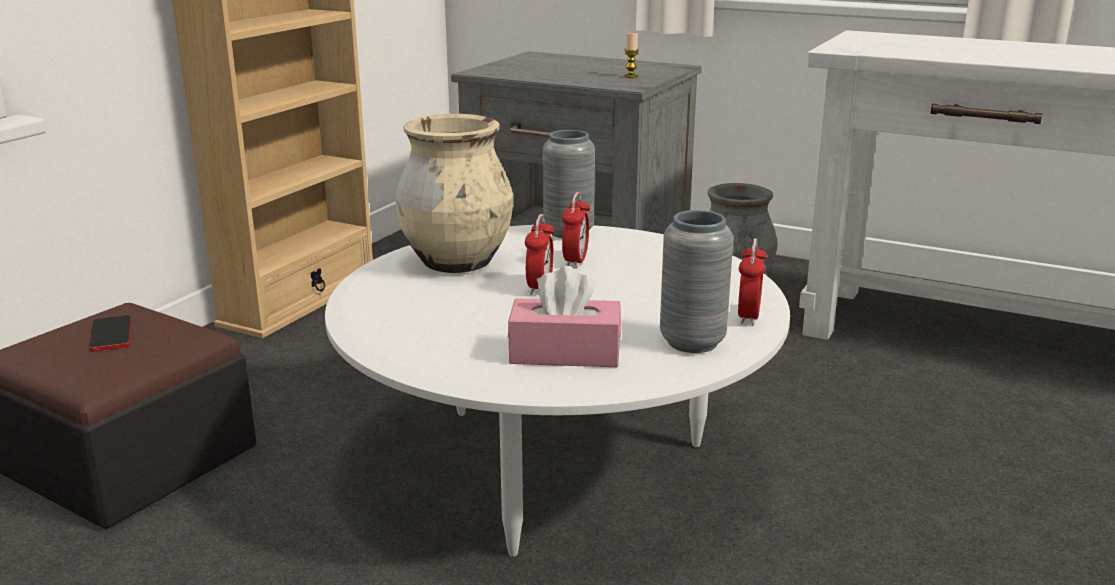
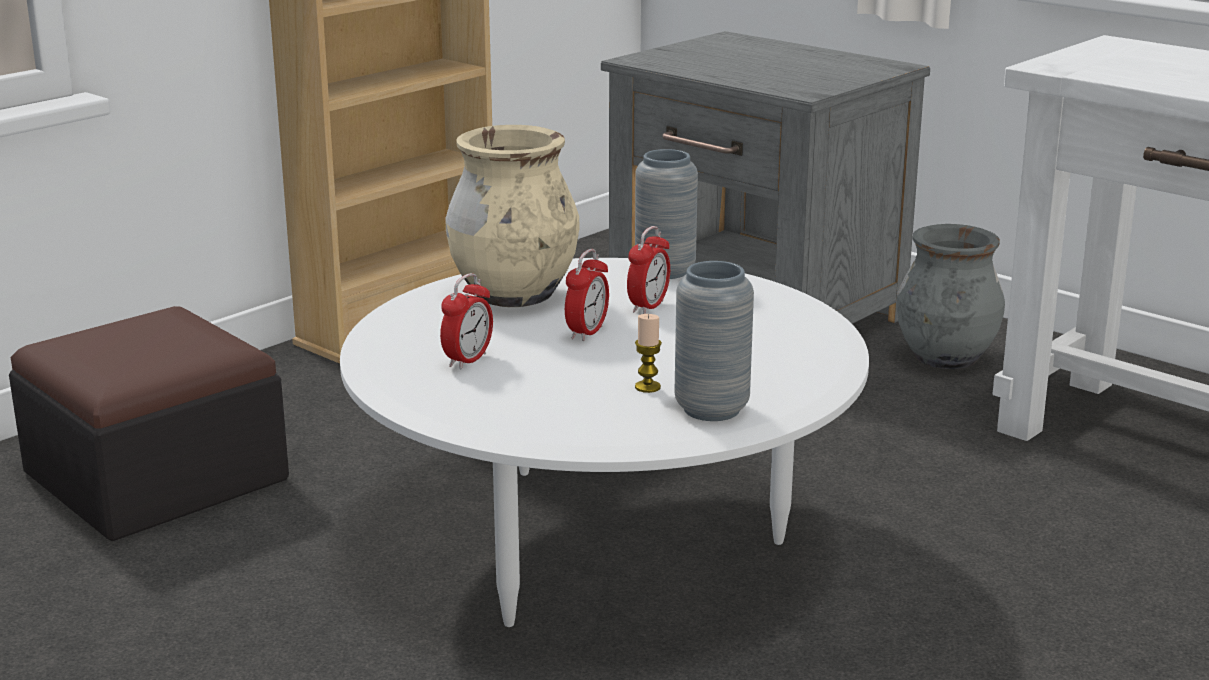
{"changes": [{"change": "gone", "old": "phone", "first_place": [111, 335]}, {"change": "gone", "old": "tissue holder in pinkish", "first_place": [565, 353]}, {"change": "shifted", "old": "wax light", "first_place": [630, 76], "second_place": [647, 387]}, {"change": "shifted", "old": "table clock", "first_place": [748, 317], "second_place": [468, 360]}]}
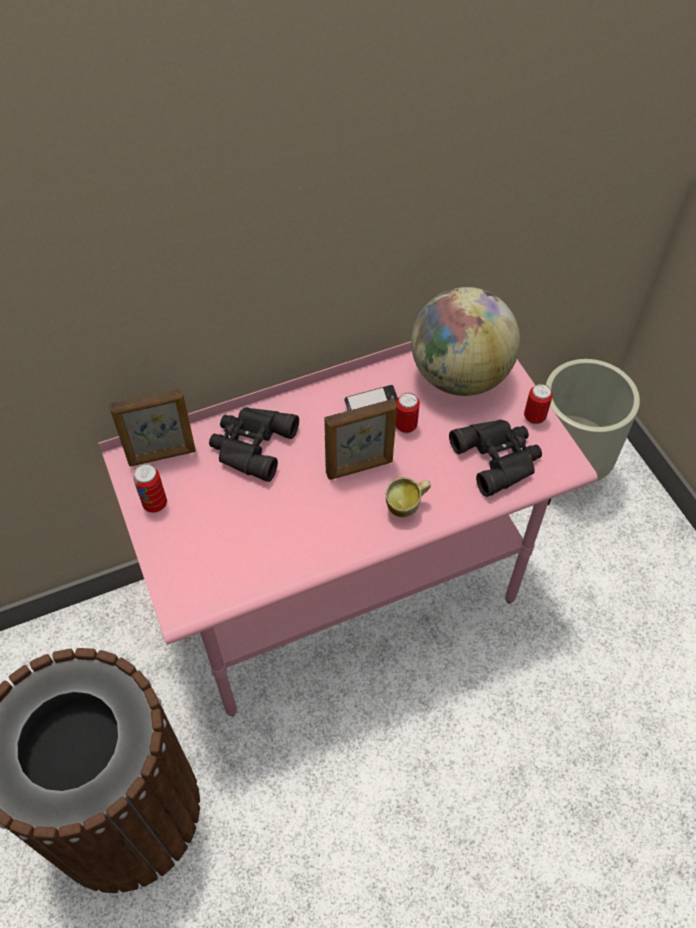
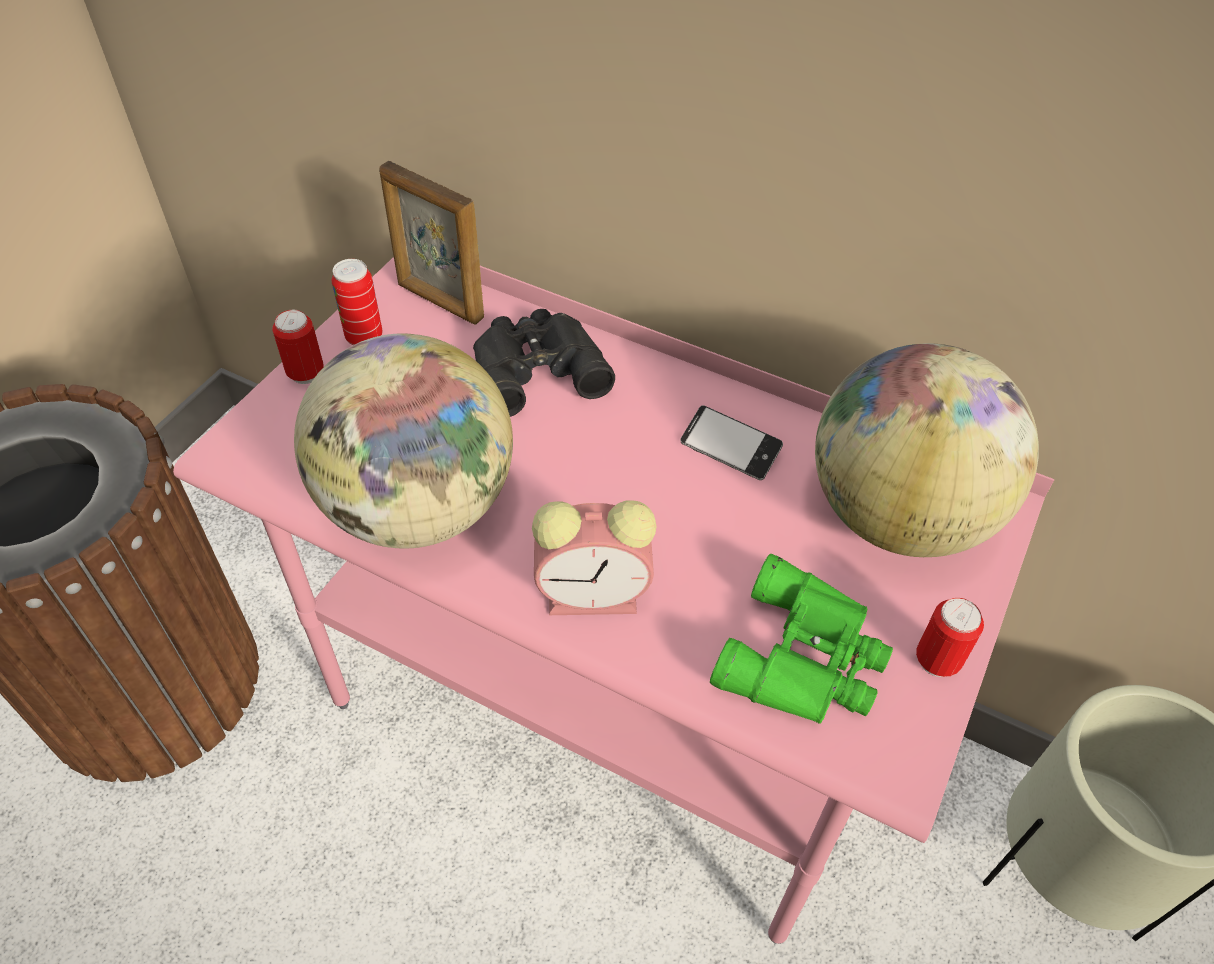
{"changes": [{"change": "gone", "old": "picture frame", "first_place": [360, 468]}, {"change": "new", "new": "world globe", "second_place": [417, 507]}, {"change": "shifted", "old": "sealed can", "first_place": [405, 426], "second_place": [306, 373]}, {"change": "swapped", "old": "coffee mug", "new": "table clock", "first_place": [406, 507], "second_place": [596, 594]}, {"change": "repainted", "old": "binoculars in black-coloured", "new": "binoculars in green", "first_place": [498, 458], "second_place": [806, 658]}]}
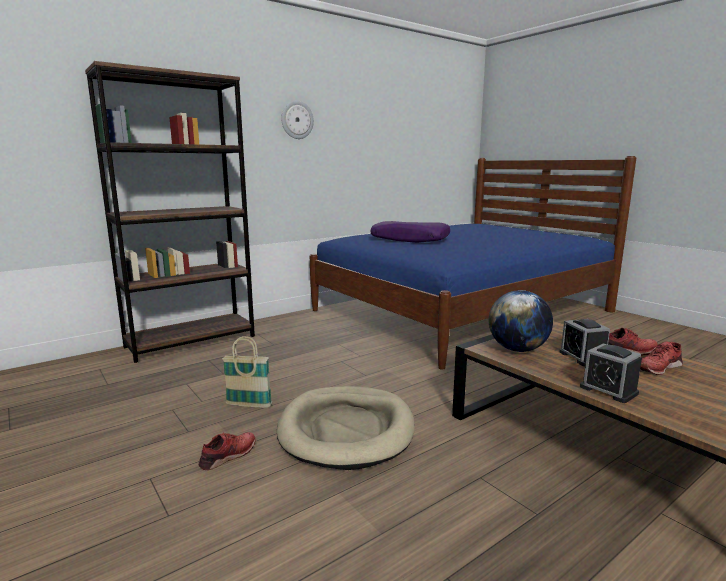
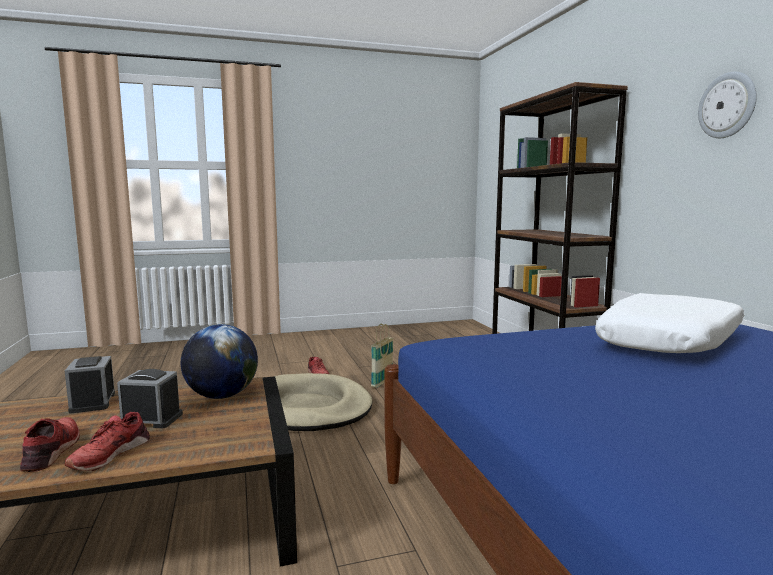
{"changes": [{"change": "repainted", "old": "cushion in purple-coloured", "new": "cushion in whitish", "first_place": [410, 239], "second_place": [671, 342]}, {"change": "rotated", "old": "table clock", "first_place": [608, 390], "second_place": [92, 402], "degrees": -90}]}
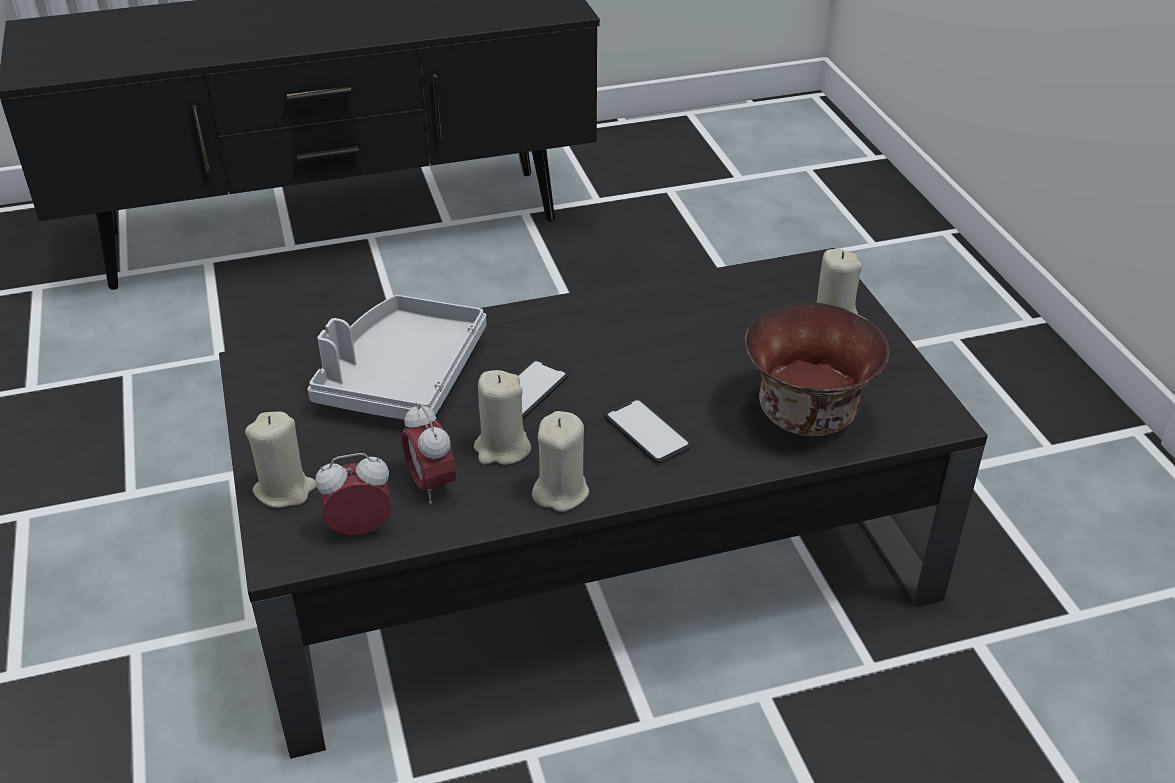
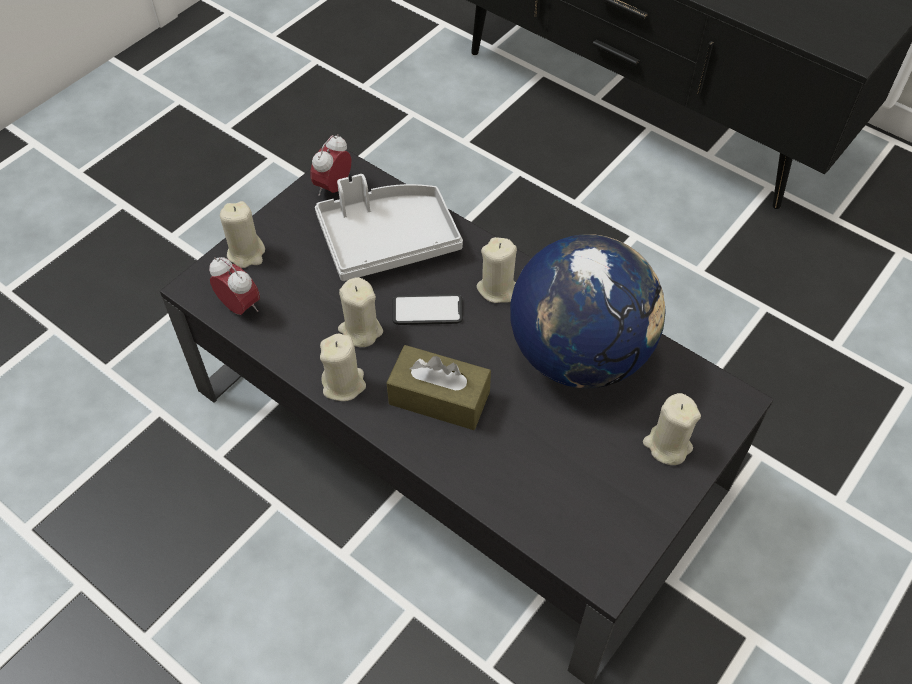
{"changes": [{"change": "gone", "old": "bowl", "first_place": [809, 415]}, {"change": "new", "new": "wax light in beige", "second_place": [498, 288]}, {"change": "new", "new": "world globe", "second_place": [579, 354]}, {"change": "shifted", "old": "table clock", "first_place": [431, 485], "second_place": [333, 187]}, {"change": "swapped", "old": "phone", "new": "tissue holder in brown", "first_place": [647, 432], "second_place": [439, 398]}]}
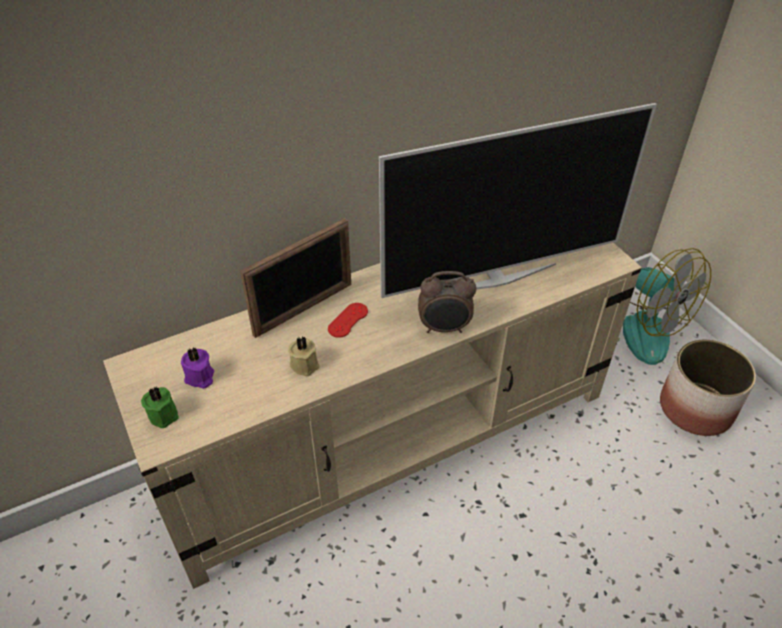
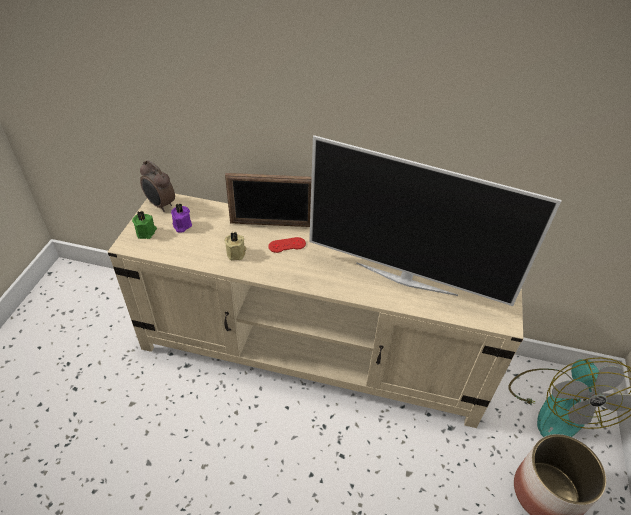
{"changes": [{"change": "shifted", "old": "table clock", "first_place": [444, 328], "second_place": [160, 205]}]}
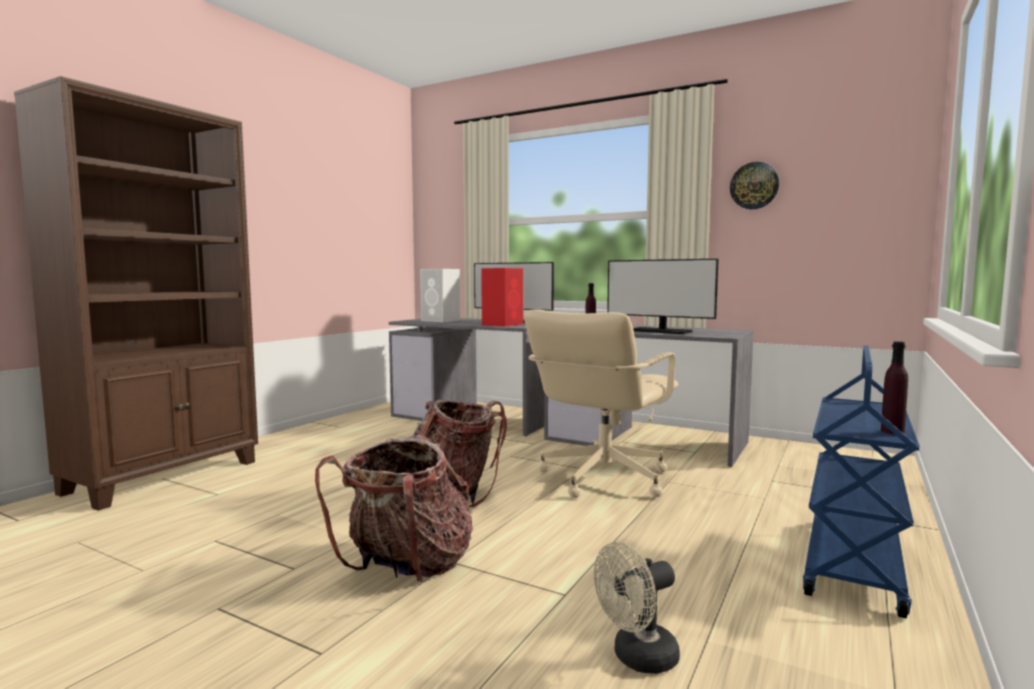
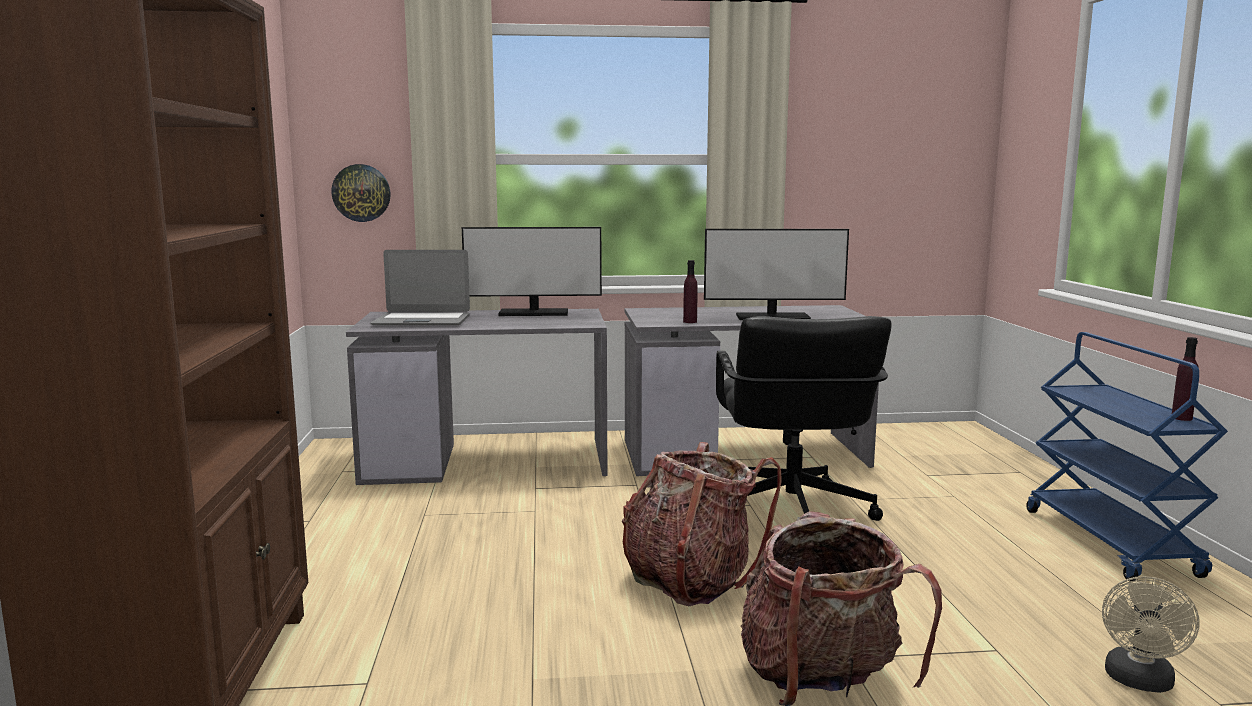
{"changes": [{"change": "gone", "old": "loudspeaker in red", "first_place": [503, 324]}, {"change": "shifted", "old": "wall clock", "first_place": [754, 186], "second_place": [361, 193]}, {"change": "swapped", "old": "loudspeaker in whitish", "new": "portable computer", "first_place": [441, 320], "second_place": [422, 321]}, {"change": "repainted", "old": "desk chair in beige", "new": "desk chair in black-coloured", "first_place": [602, 478], "second_place": [791, 512]}]}
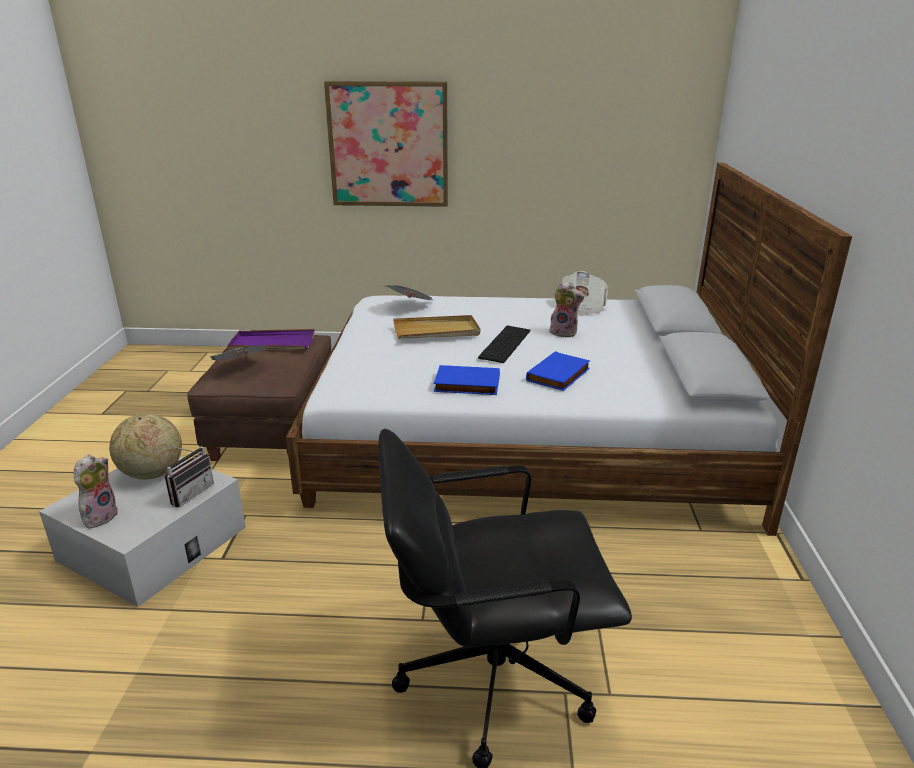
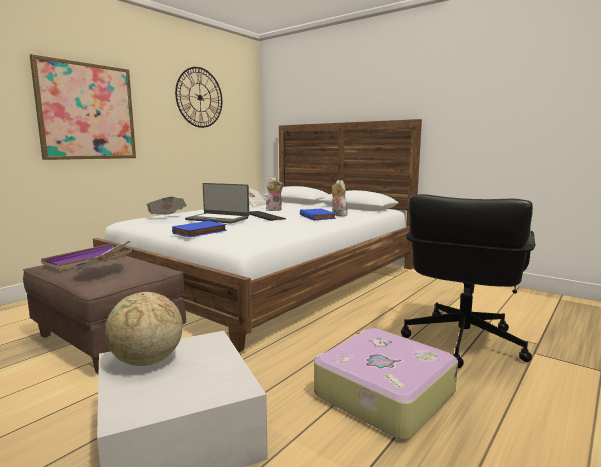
{"changes": [{"change": "gone", "old": "radio set", "first_place": [189, 493]}, {"change": "new", "new": "wall clock", "second_place": [199, 97]}, {"change": "new", "new": "travel case", "second_place": [382, 394]}, {"change": "shifted", "old": "soft toy", "first_place": [100, 516], "second_place": [338, 215]}, {"change": "shifted", "old": "bound book in blue-coloured", "first_place": [466, 385], "second_place": [200, 232]}, {"change": "swapped", "old": "serving tray in beige", "new": "portable computer", "first_place": [436, 331], "second_place": [218, 219]}]}
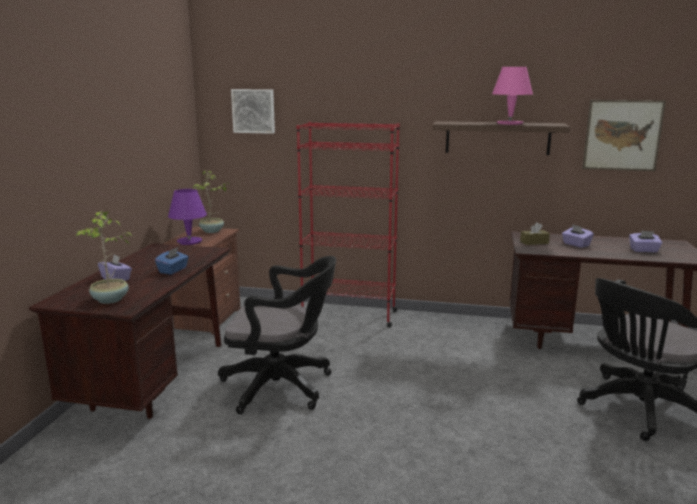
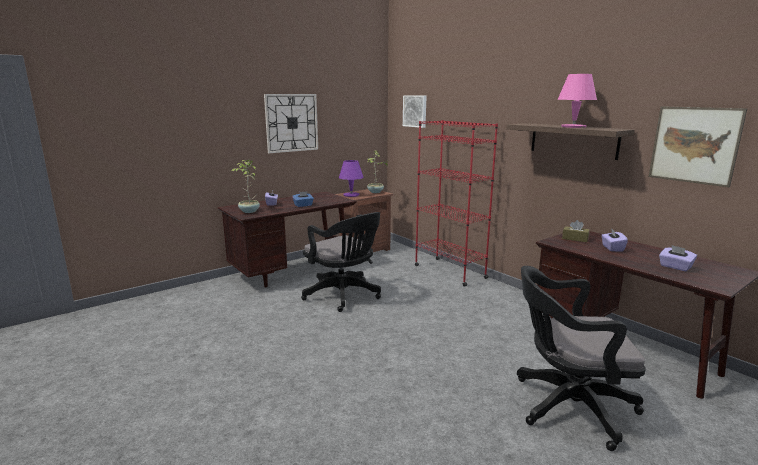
{"changes": [{"change": "new", "new": "wall clock", "second_place": [291, 123]}]}
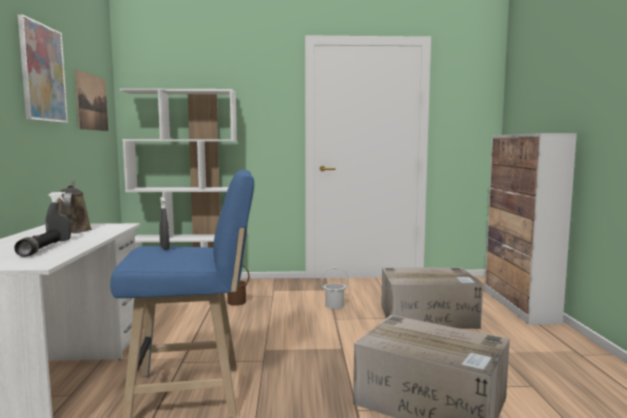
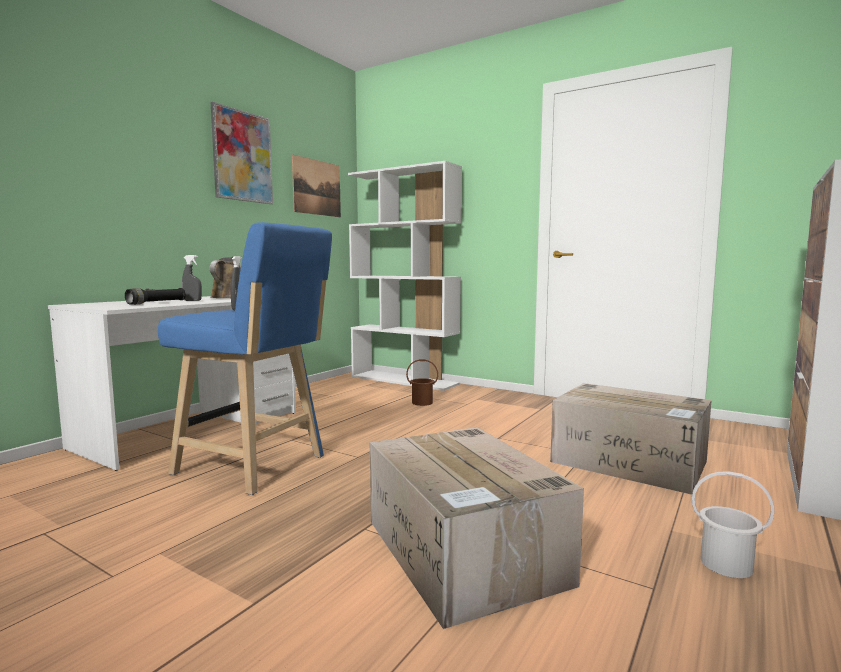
{"changes": [{"change": "shifted", "old": "bucket in whitish", "first_place": [334, 305], "second_place": [726, 564]}]}
